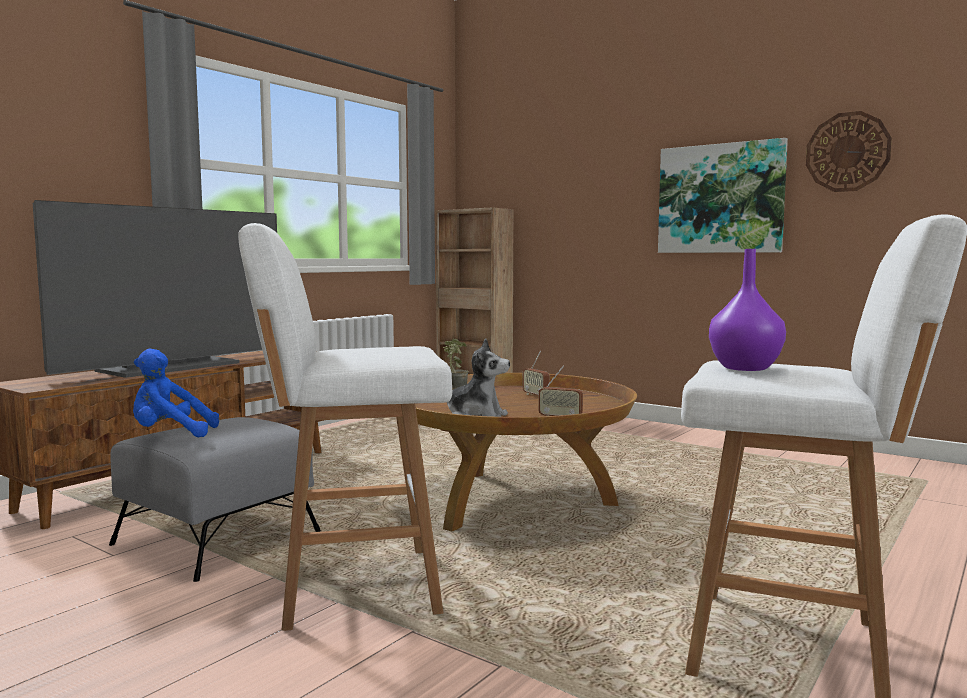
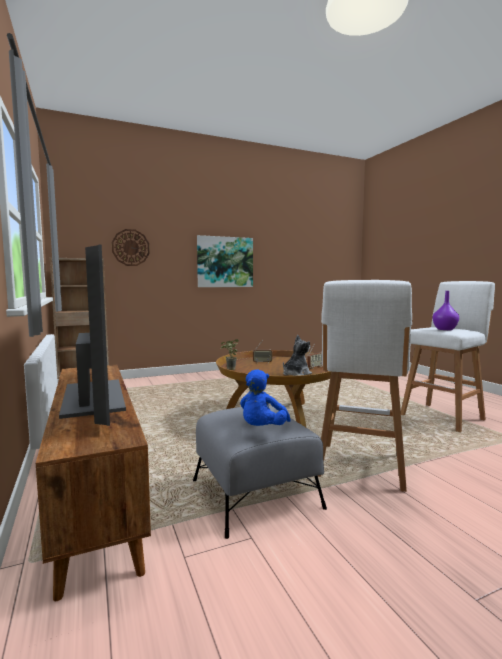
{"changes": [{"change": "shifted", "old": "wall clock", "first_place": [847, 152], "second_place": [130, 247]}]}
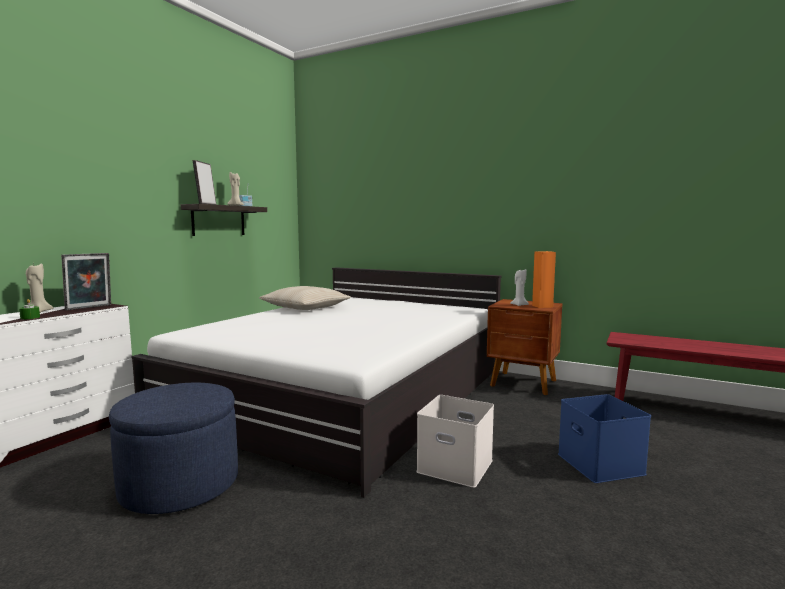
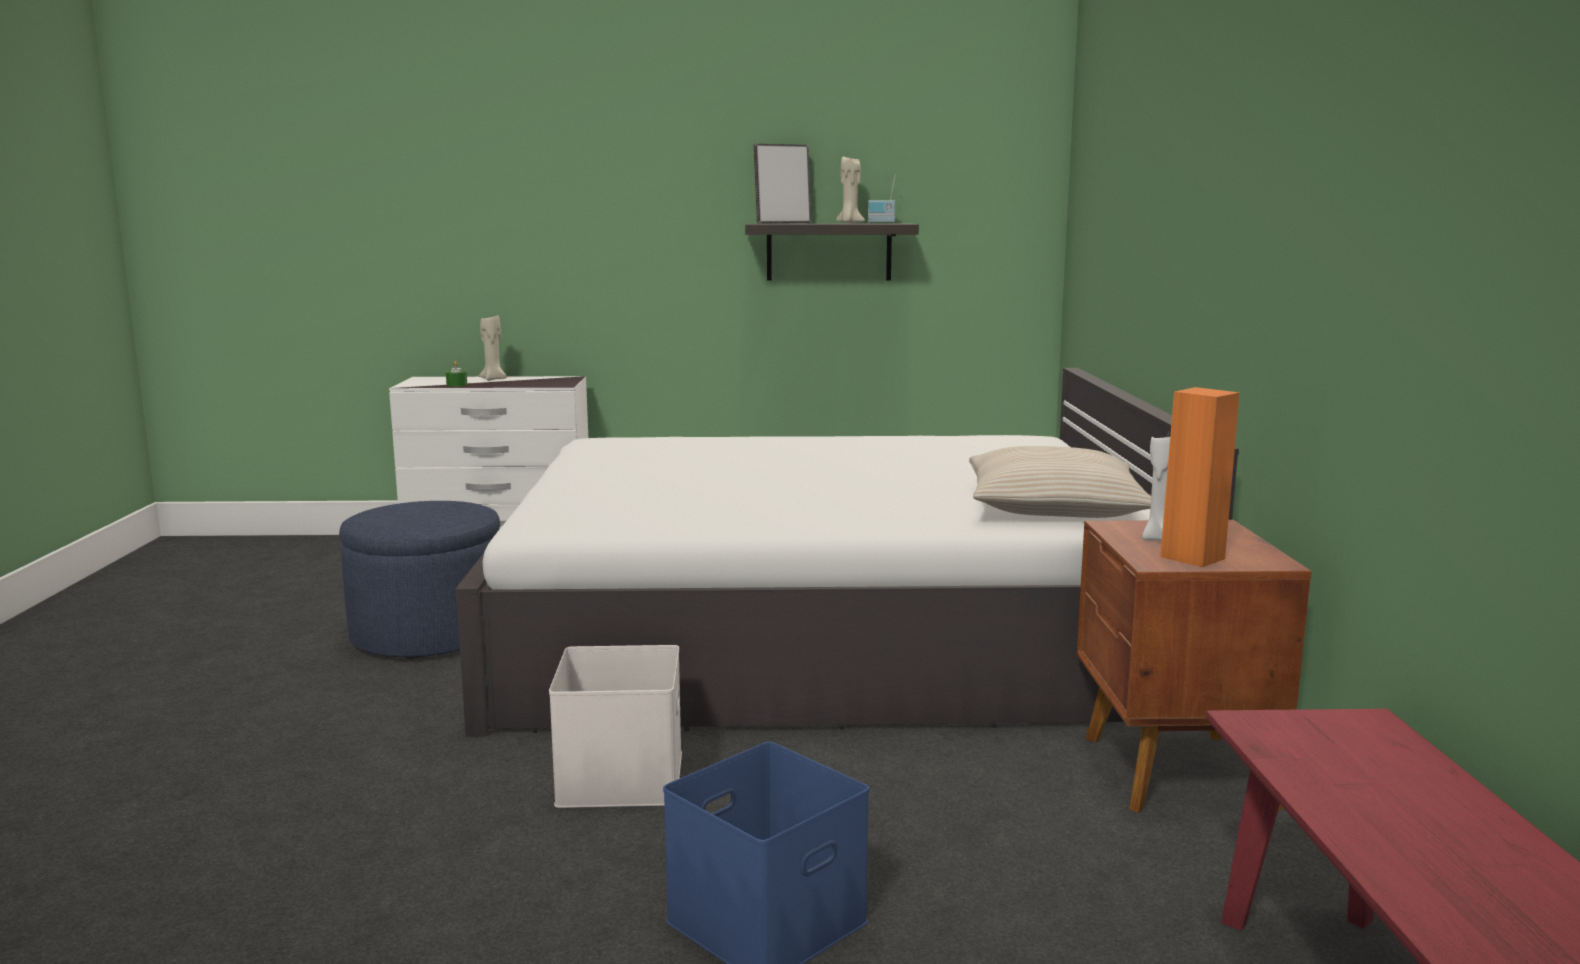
{"changes": [{"change": "gone", "old": "picture frame", "first_place": [89, 307]}, {"change": "shifted", "old": "cushion in beige", "first_place": [305, 307], "second_place": [1054, 507]}]}
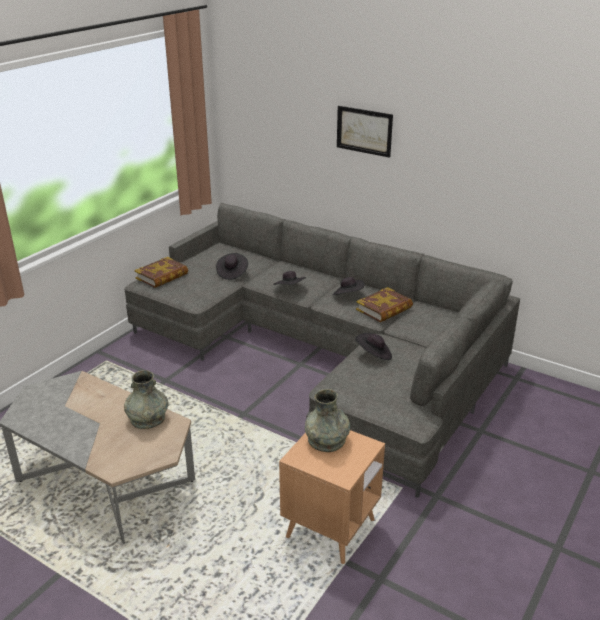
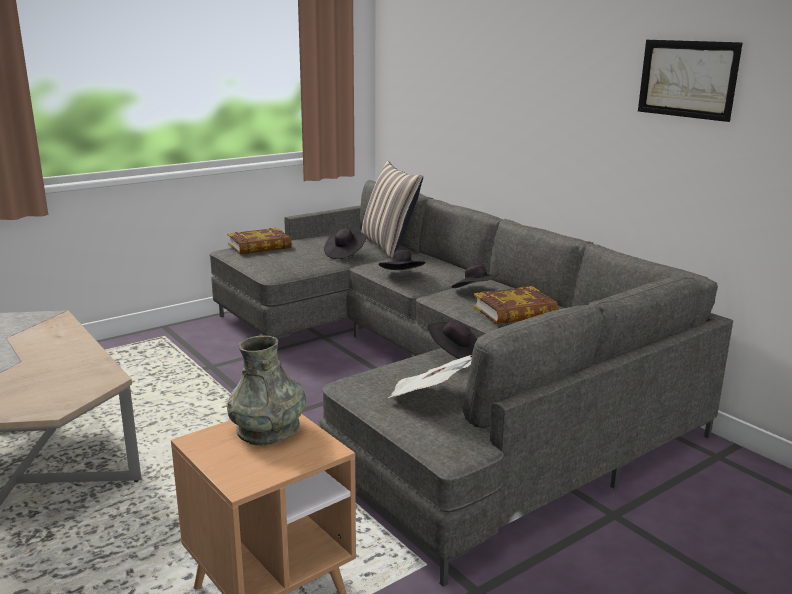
{"changes": [{"change": "gone", "old": "vase in grey", "first_place": [147, 418]}, {"change": "new", "new": "cushion", "second_place": [389, 246]}, {"change": "new", "new": "daily paper", "second_place": [428, 397]}, {"change": "shifted", "old": "wall art", "first_place": [364, 131], "second_place": [687, 79]}]}
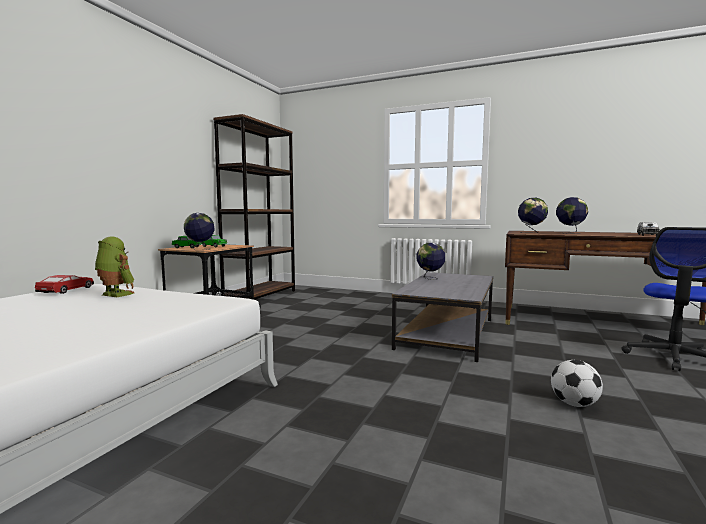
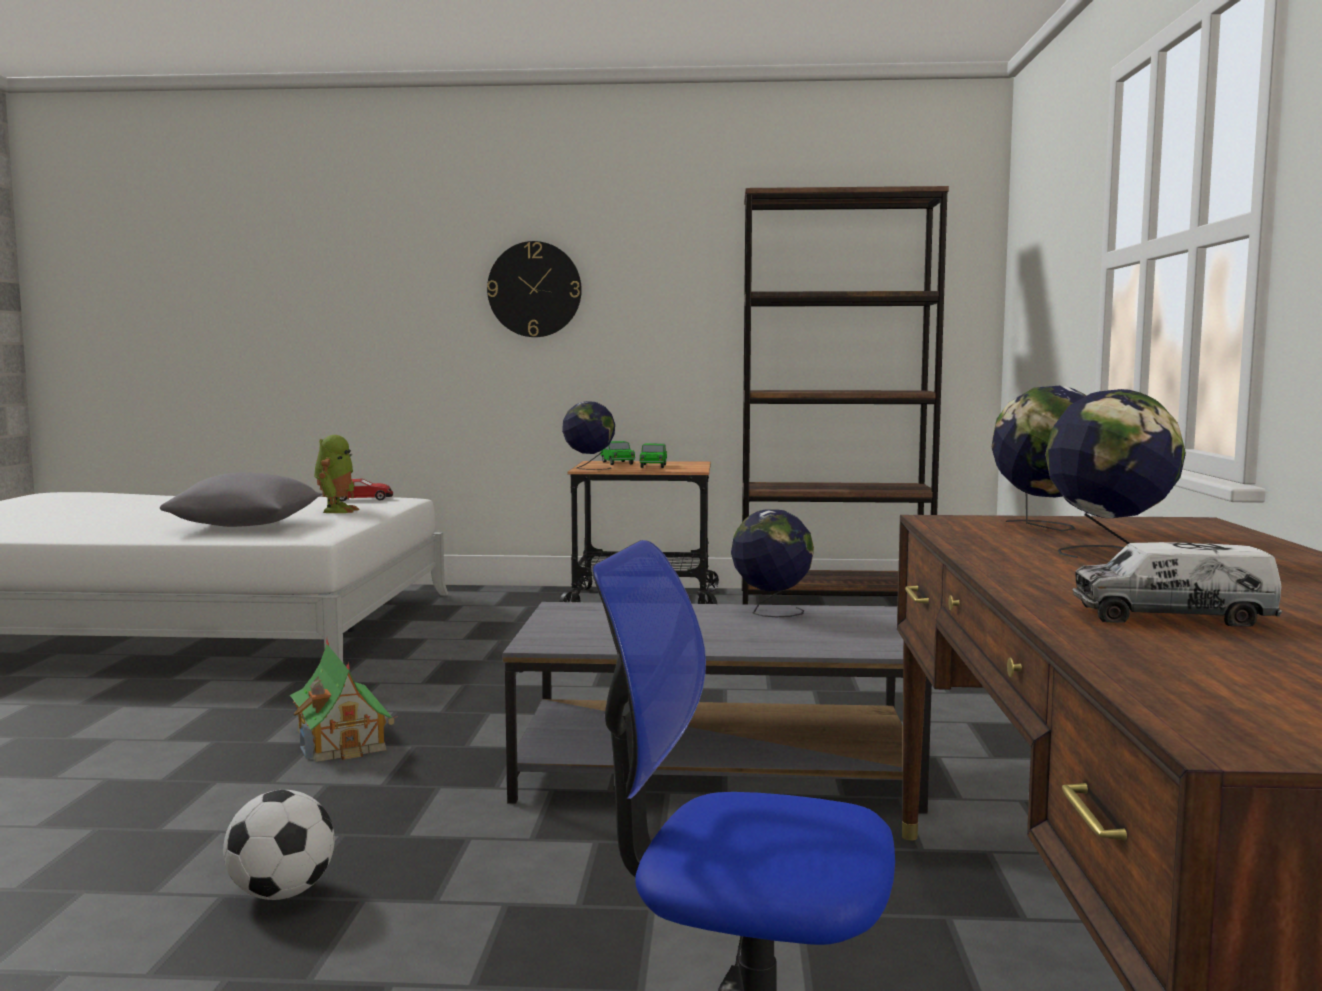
{"changes": [{"change": "new", "new": "cushion in grey", "second_place": [247, 526]}, {"change": "new", "new": "miniature house", "second_place": [340, 739]}, {"change": "new", "new": "wall clock", "second_place": [534, 289]}]}
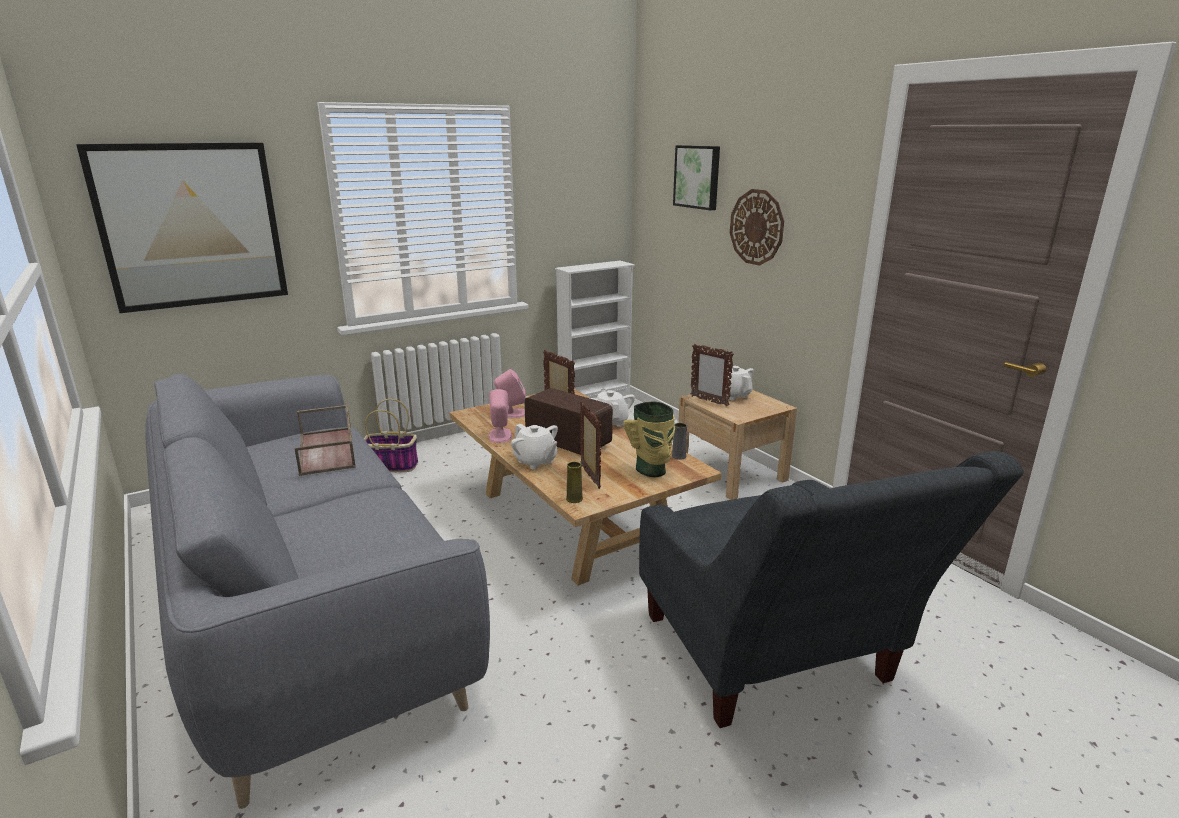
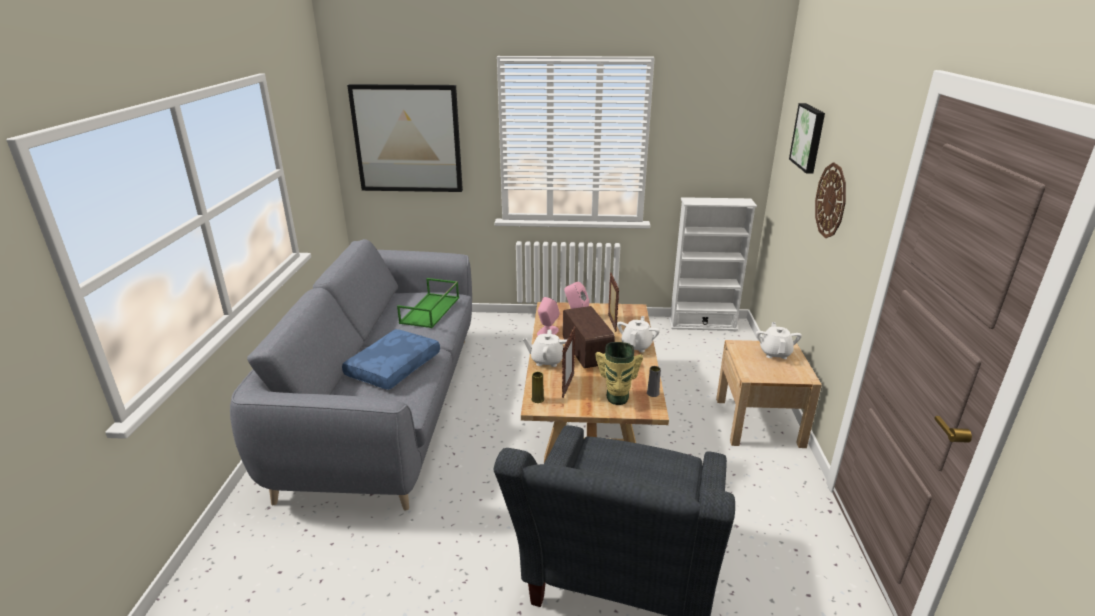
{"changes": [{"change": "gone", "old": "storage basket", "first_place": [391, 466]}, {"change": "gone", "old": "picture frame", "first_place": [709, 401]}, {"change": "new", "new": "cushion in blue-coloured", "second_place": [393, 366]}, {"change": "repainted", "old": "serving tray in brown", "new": "serving tray in green", "first_place": [328, 451], "second_place": [430, 310]}, {"change": "rotated", "old": "teapot in whitish", "first_place": [535, 461], "second_place": [547, 360], "degrees": 105}]}
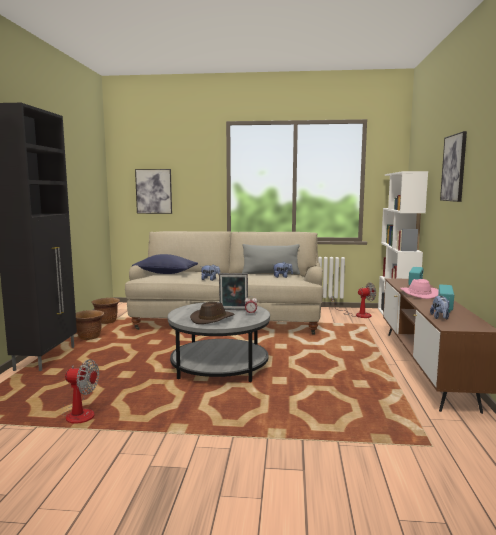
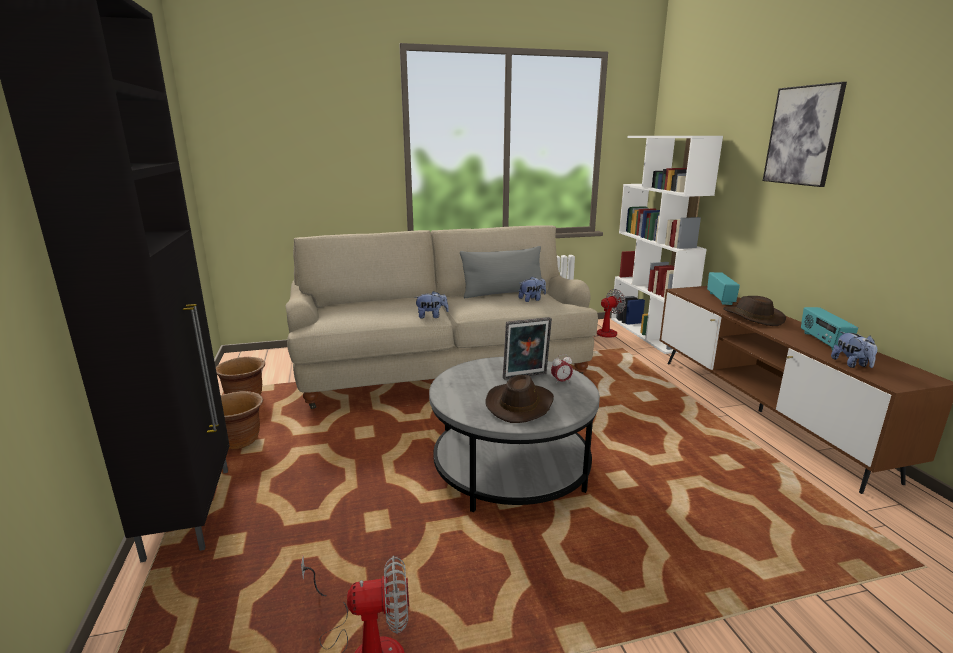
{"changes": [{"change": "gone", "old": "cushion in blue-coloured", "first_place": [165, 273]}, {"change": "gone", "old": "wall art", "first_place": [154, 191]}, {"change": "repainted", "old": "clothing hat in pinkish", "new": "clothing hat in brown", "first_place": [418, 294], "second_place": [752, 317]}]}
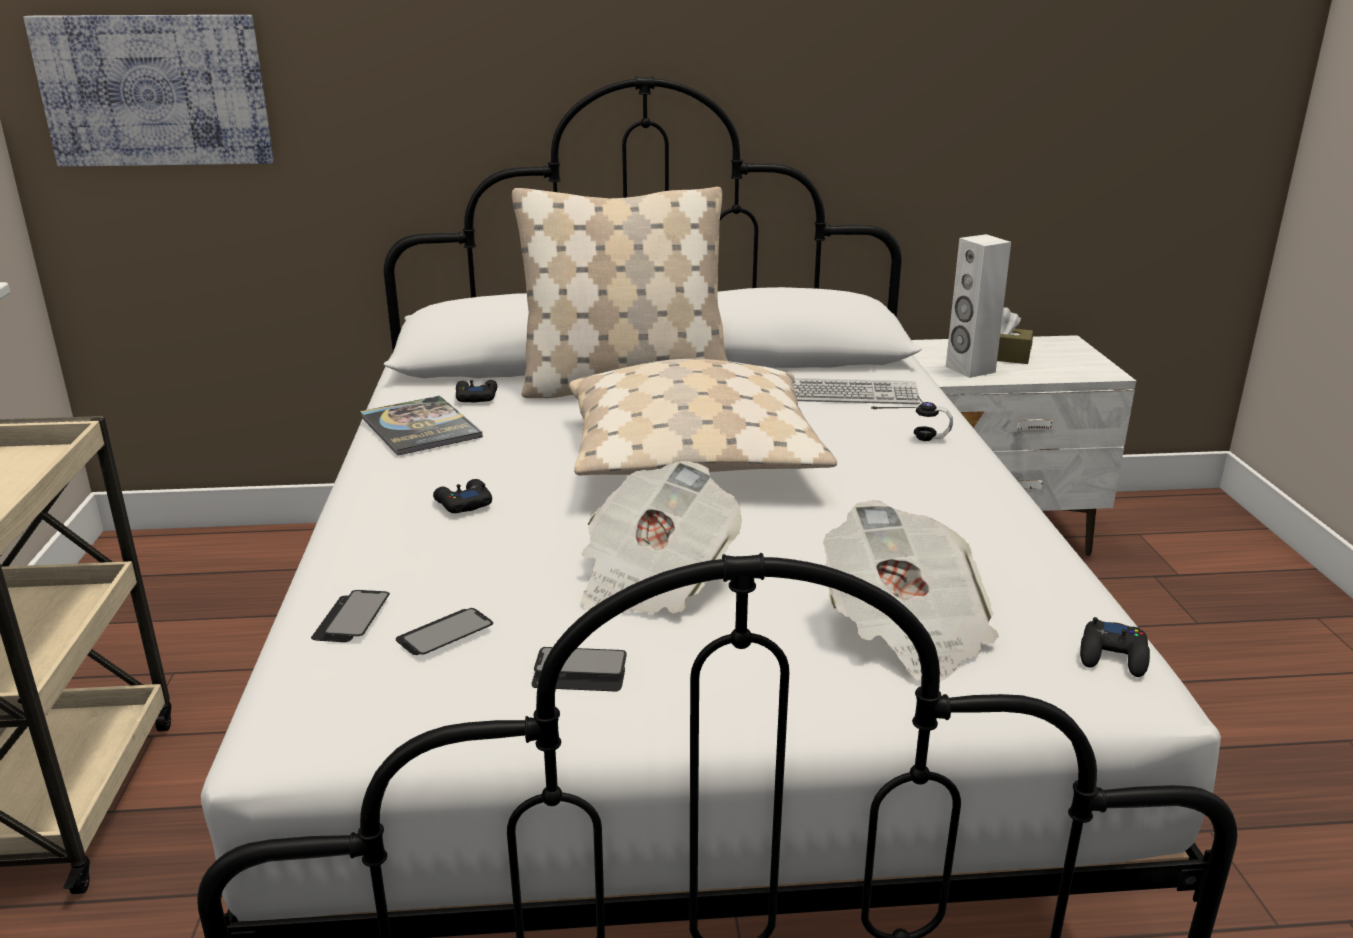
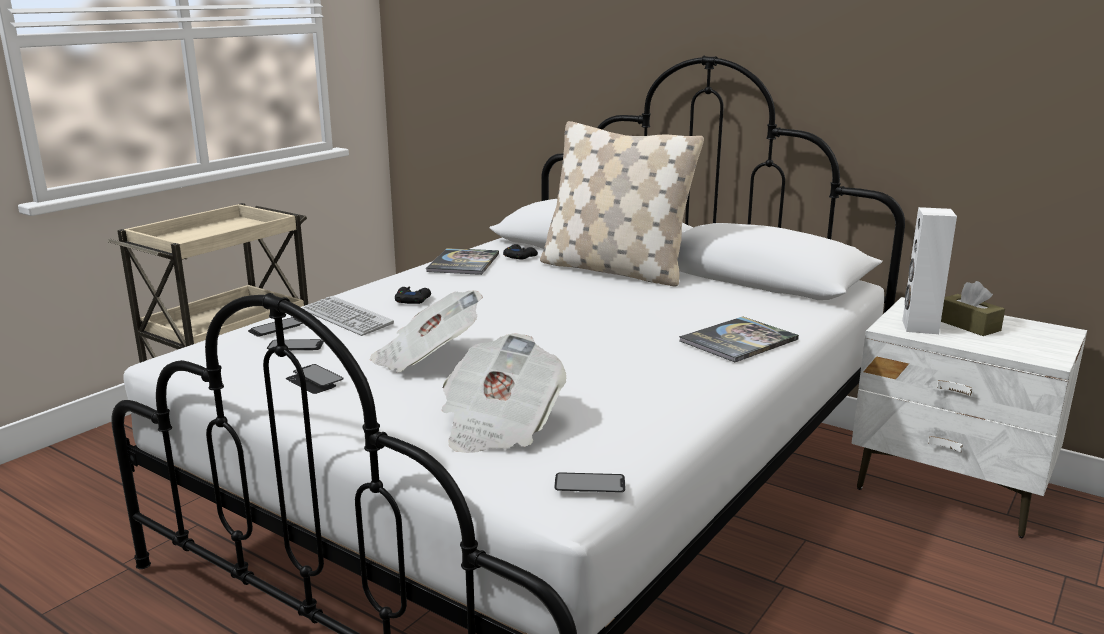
{"changes": [{"change": "gone", "old": "wall art", "first_place": [155, 91]}, {"change": "gone", "old": "cushion in beige", "first_place": [694, 457]}, {"change": "shifted", "old": "PC keyboard", "first_place": [852, 394], "second_place": [346, 317]}, {"change": "swapped", "old": "headset", "new": "bound book", "first_place": [909, 435], "second_place": [738, 341]}, {"change": "swapped", "old": "joypad in black-coloured", "new": "phone", "first_place": [1113, 656], "second_place": [589, 485]}]}
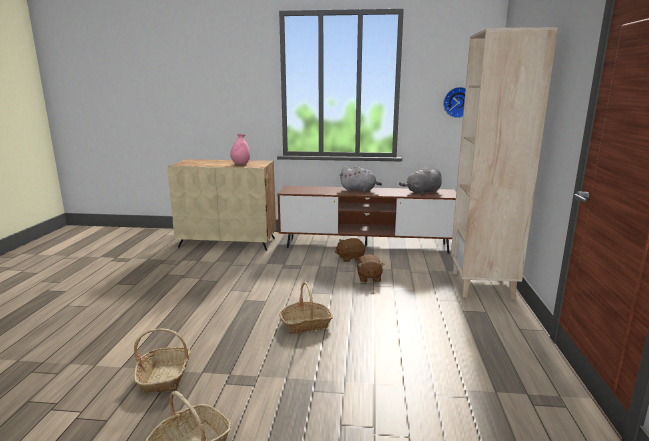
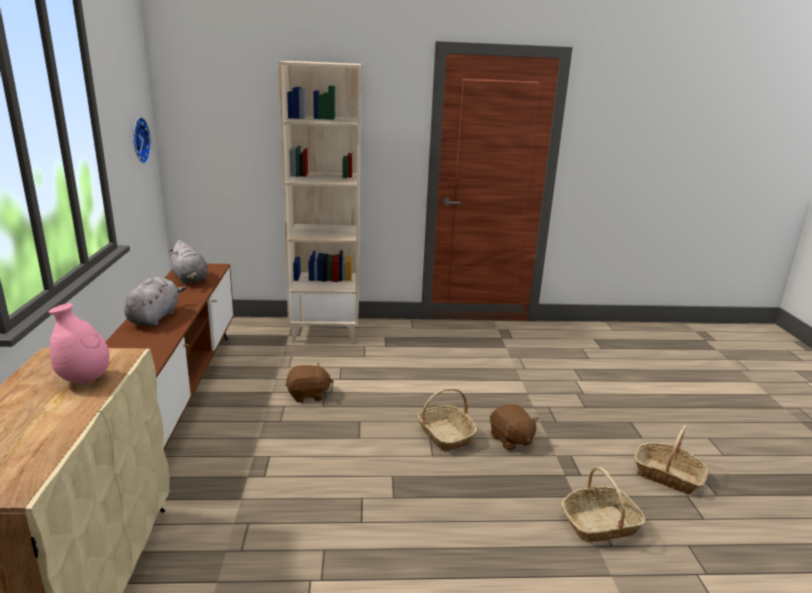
{"changes": [{"change": "shifted", "old": "soft toy in brown", "first_place": [350, 258], "second_place": [510, 440]}]}
